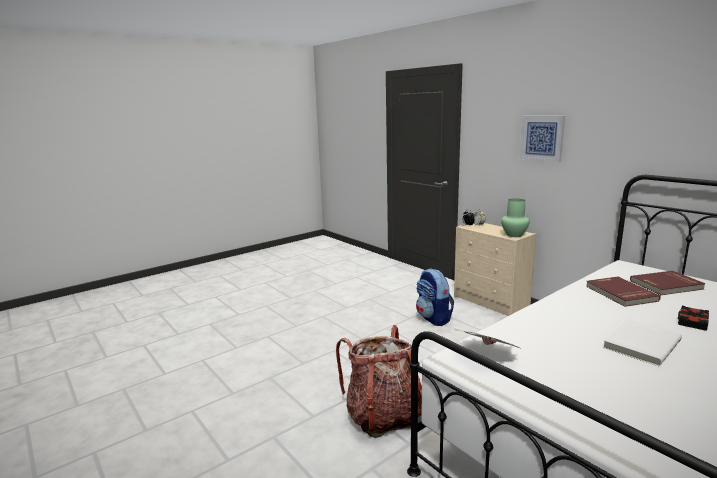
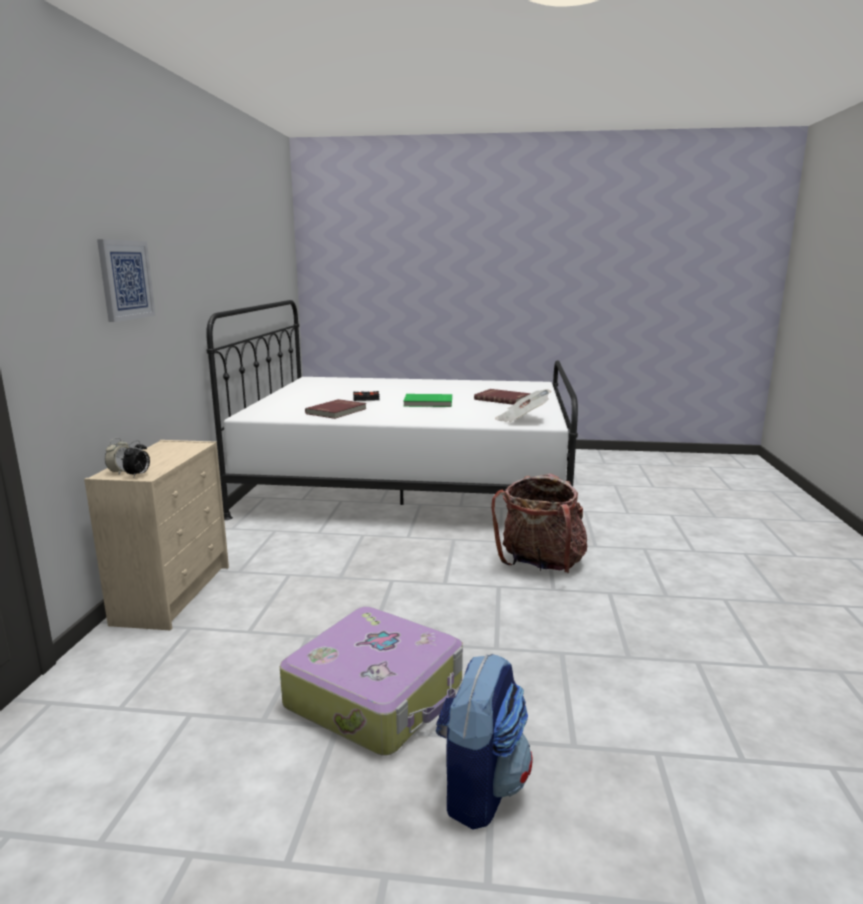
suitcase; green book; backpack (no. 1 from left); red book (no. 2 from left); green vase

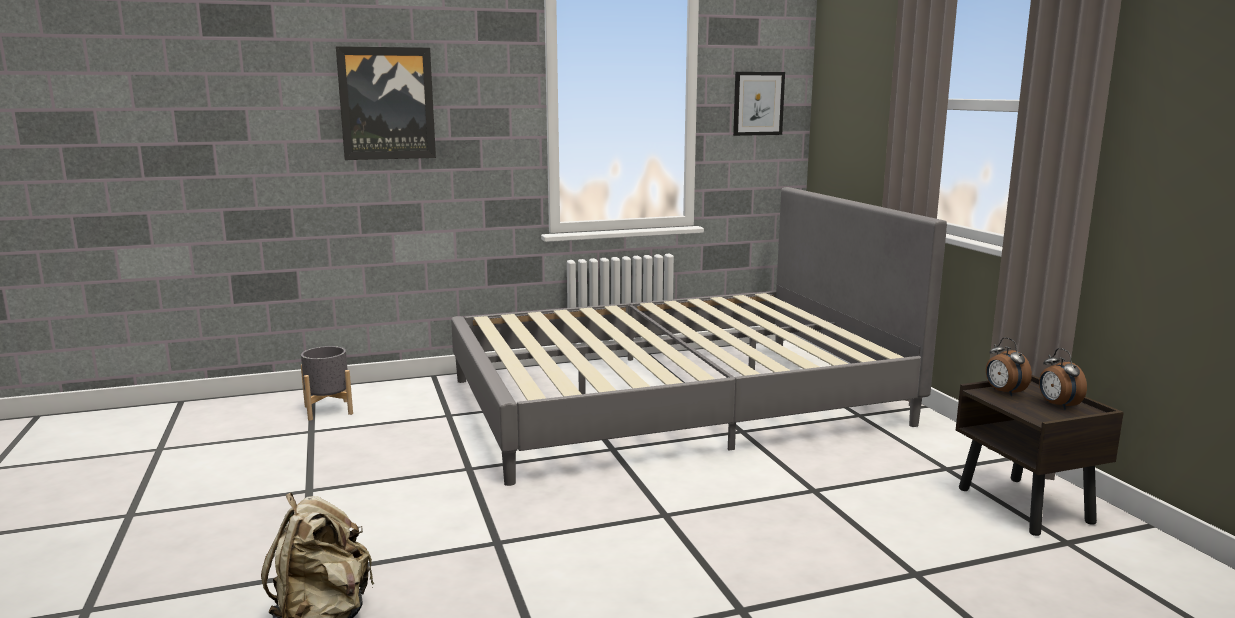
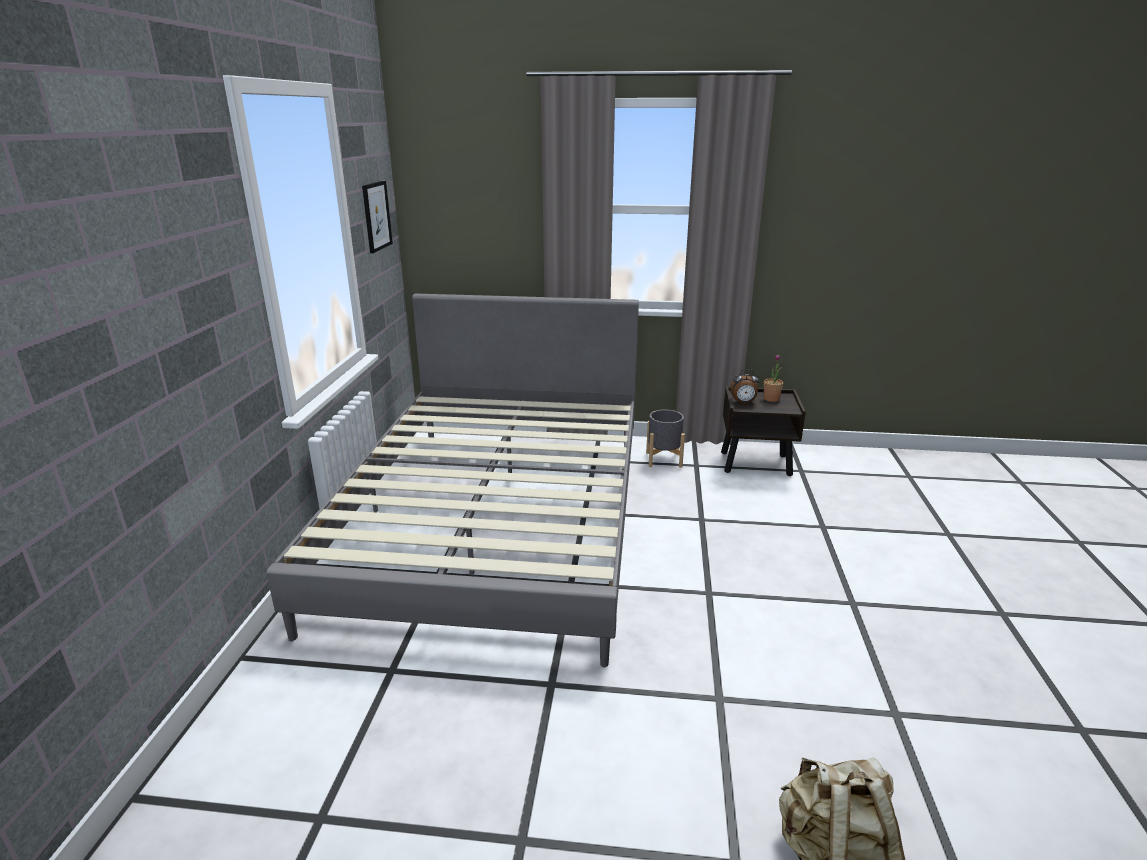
grey planter; potted plant; picture (no. 1 from left in the first image)

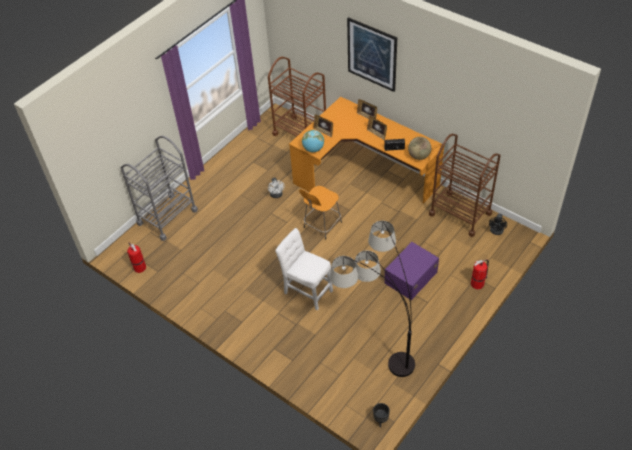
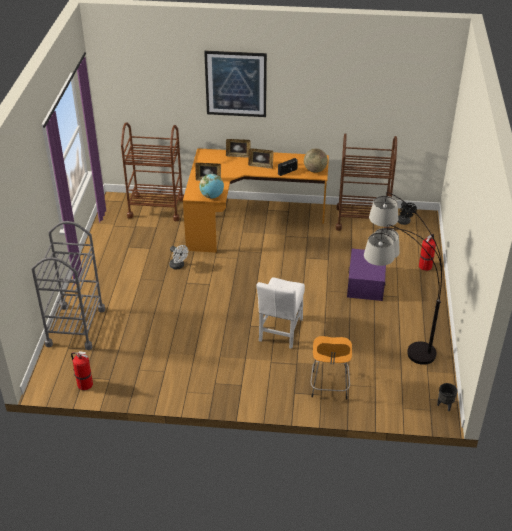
white chair; orange stool

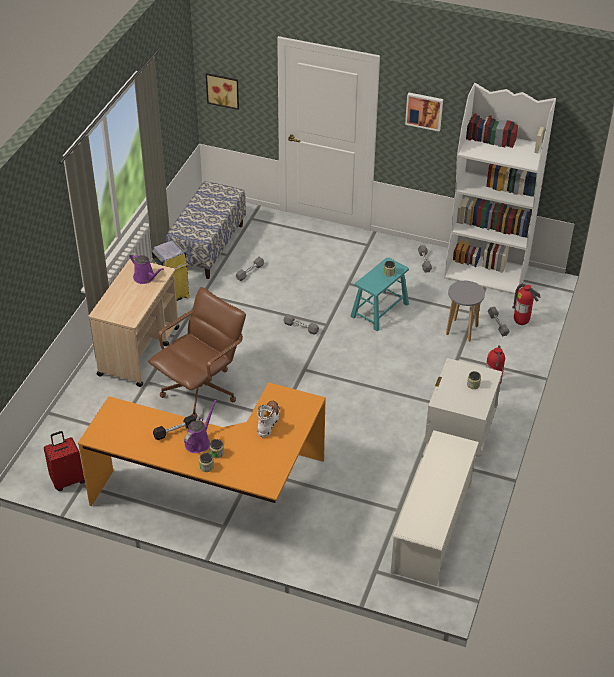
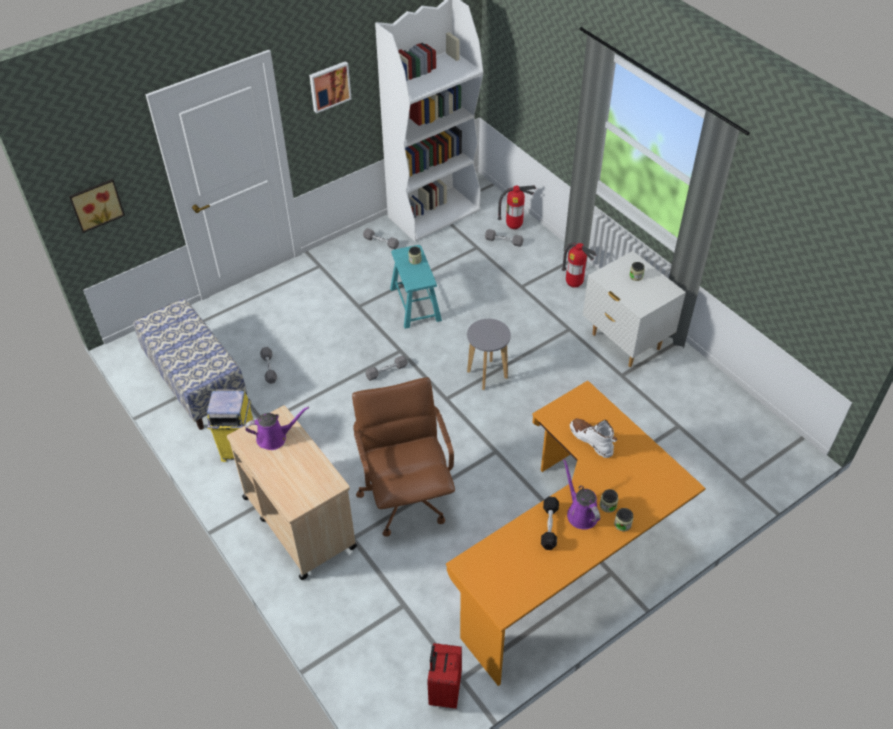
grey stool; white shoe rack

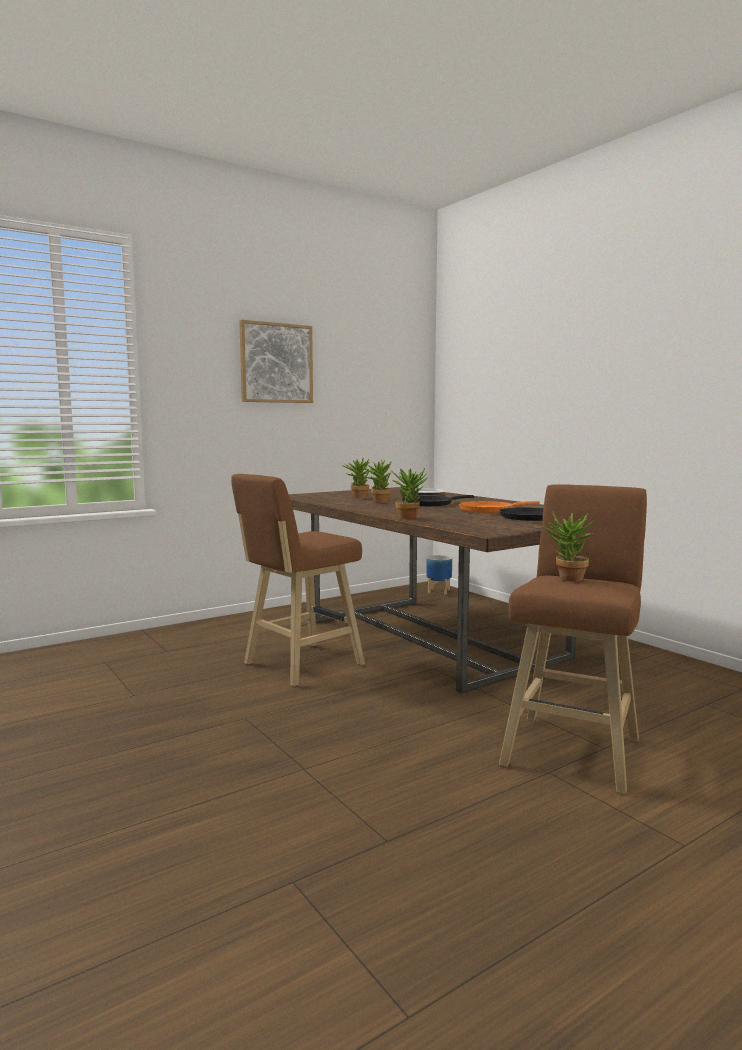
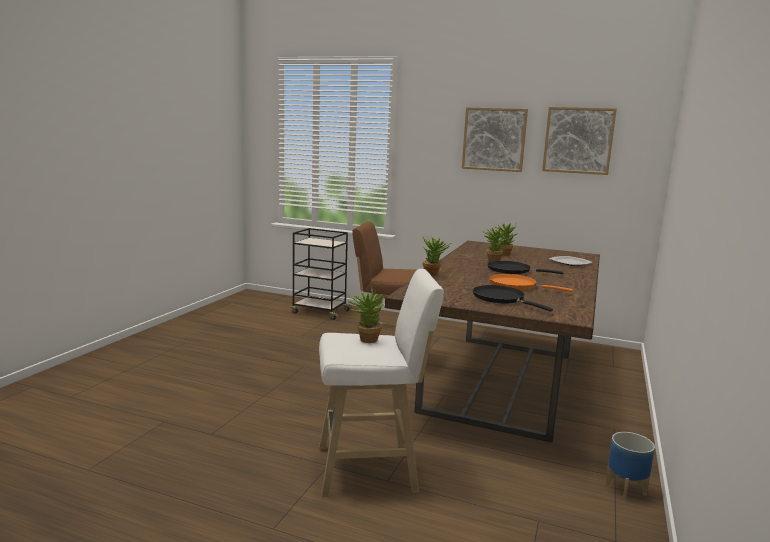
black cart; white stool; picture (no. 2 from left); planter

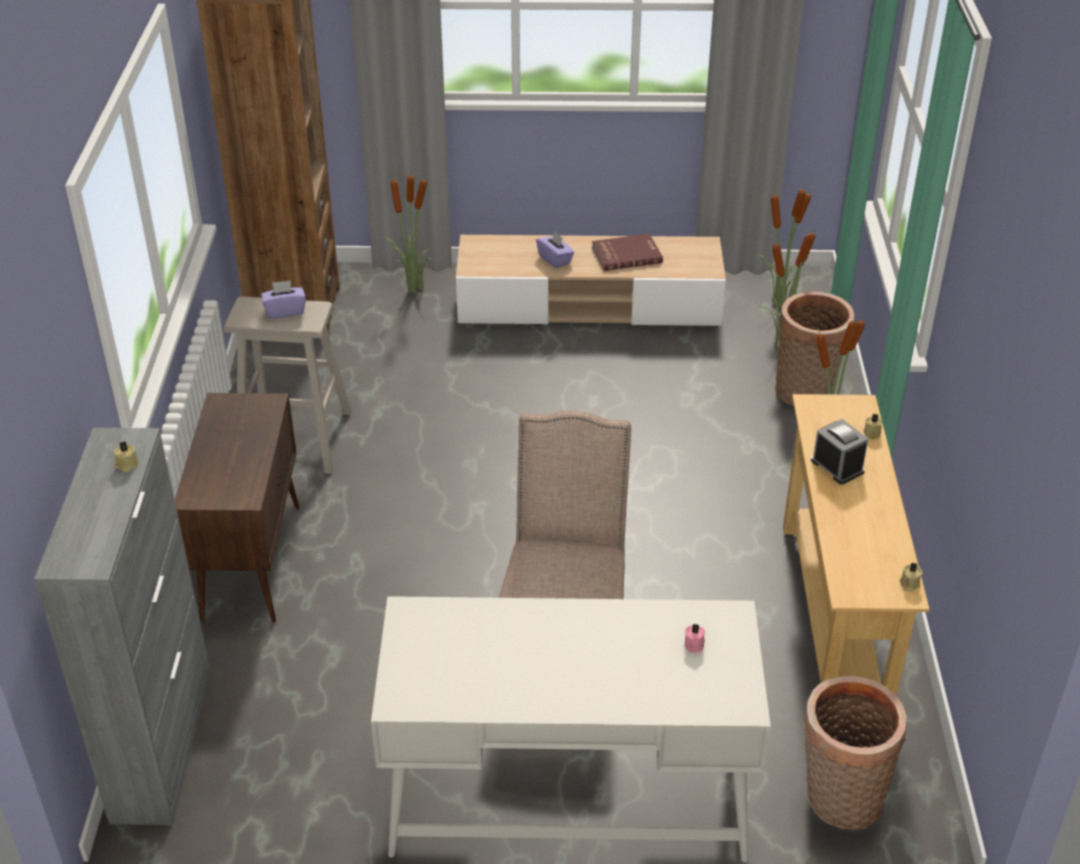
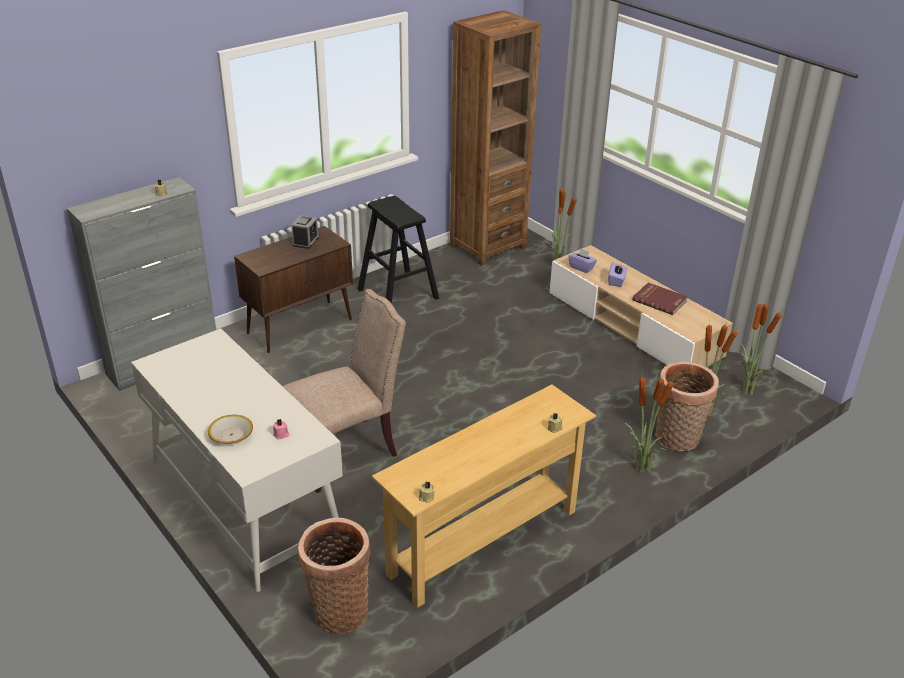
bowl; alarm clock; black stool; purple tissue box (no. 1 from left)

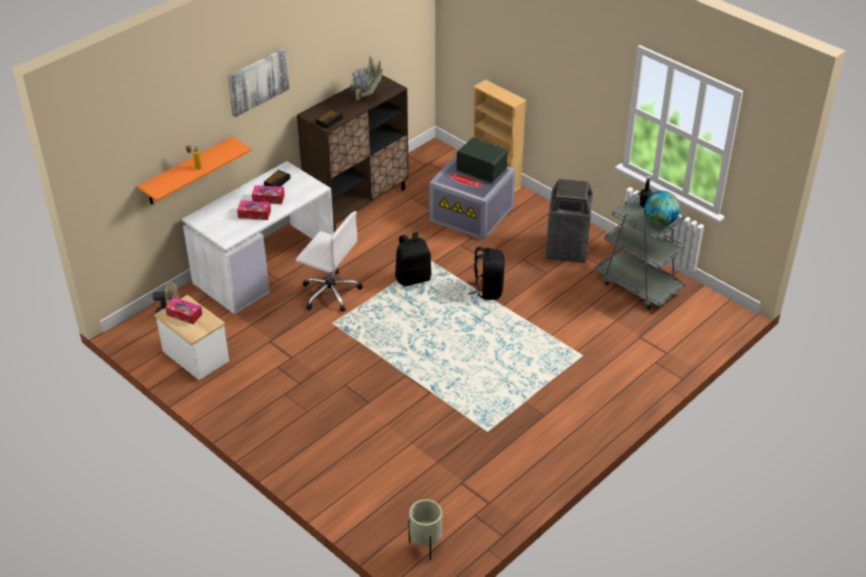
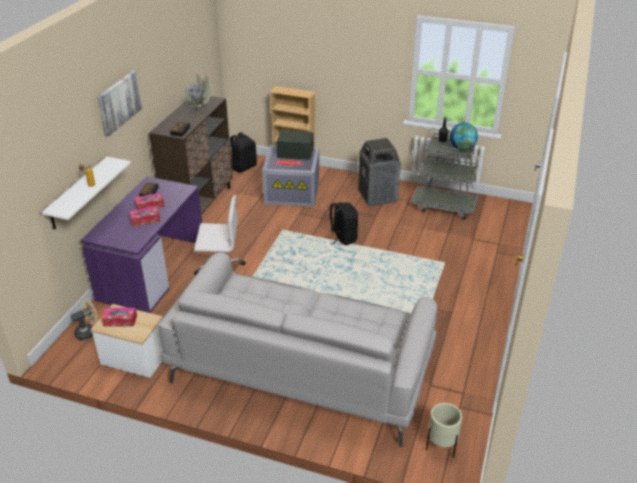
white shelf; purple desk; grey sofa; black backpack (no. 1 from left)

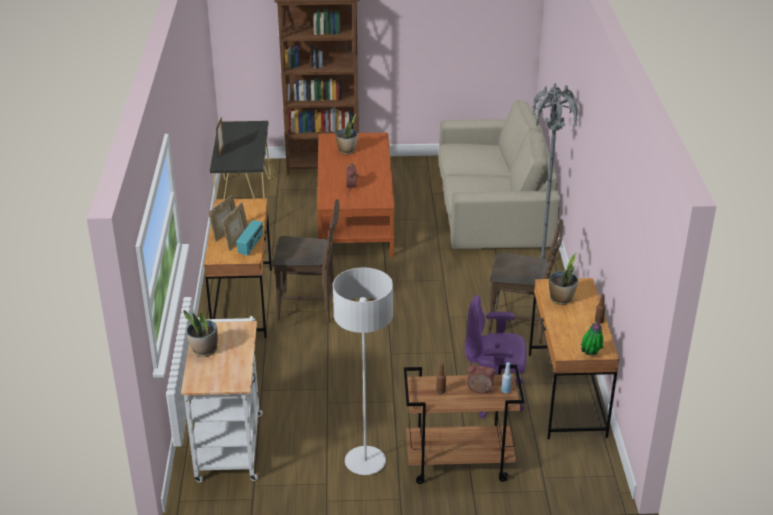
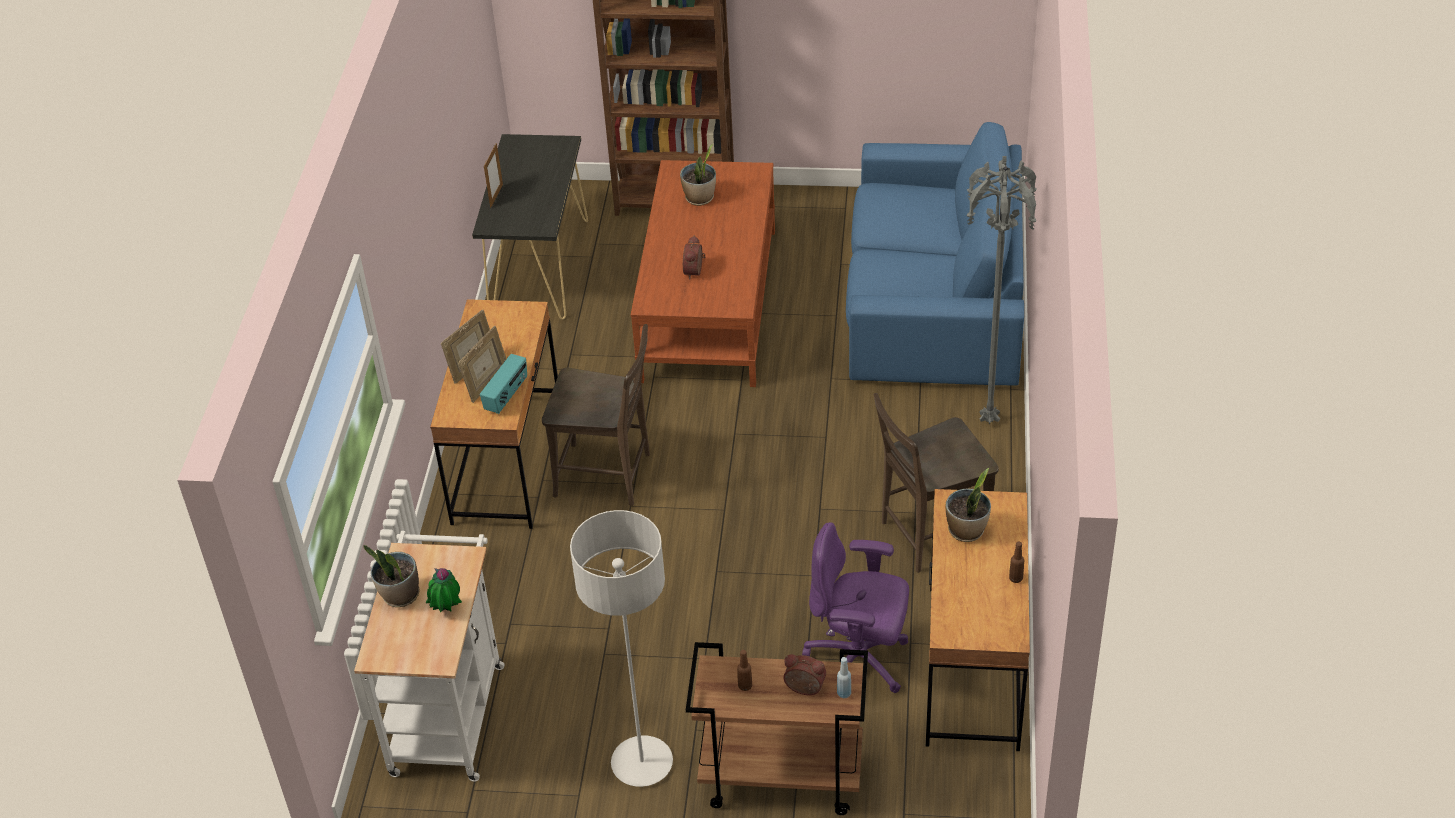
potted plant (no. 2 from left); blue sofa; brown chair (no. 2 from left)

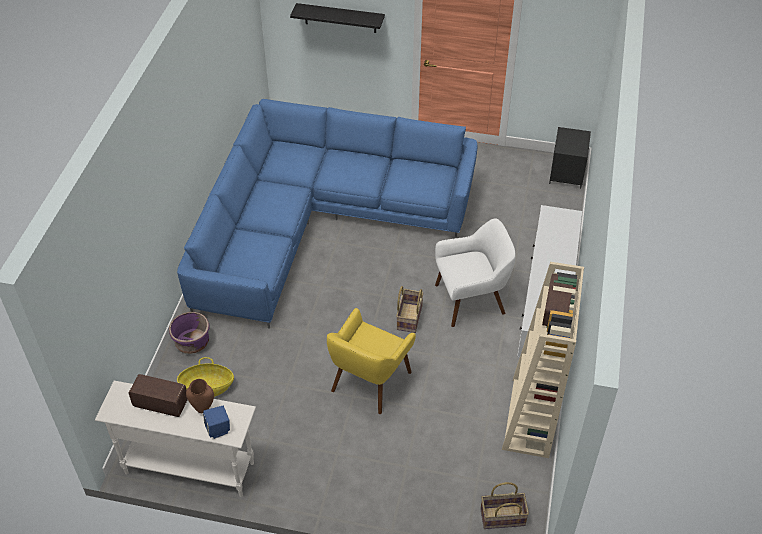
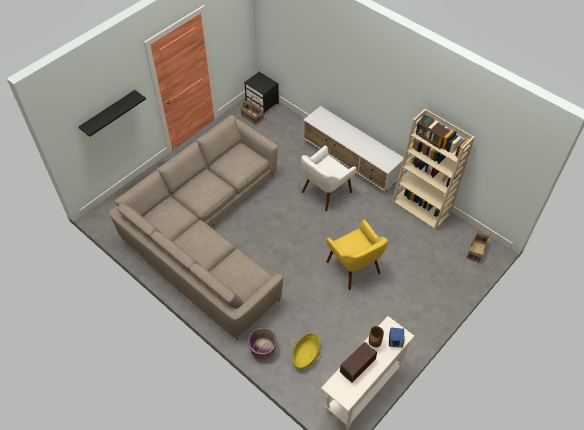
beige sofa; basket (no. 1 from left); white armchair

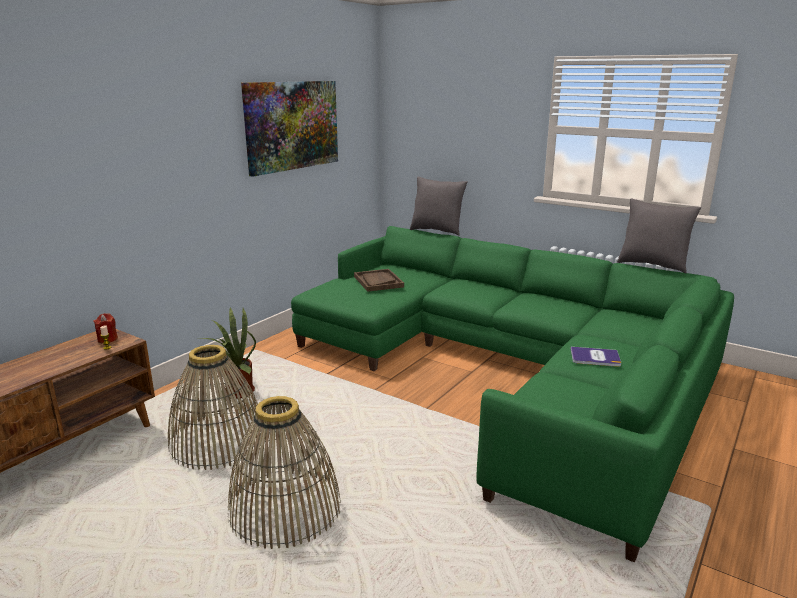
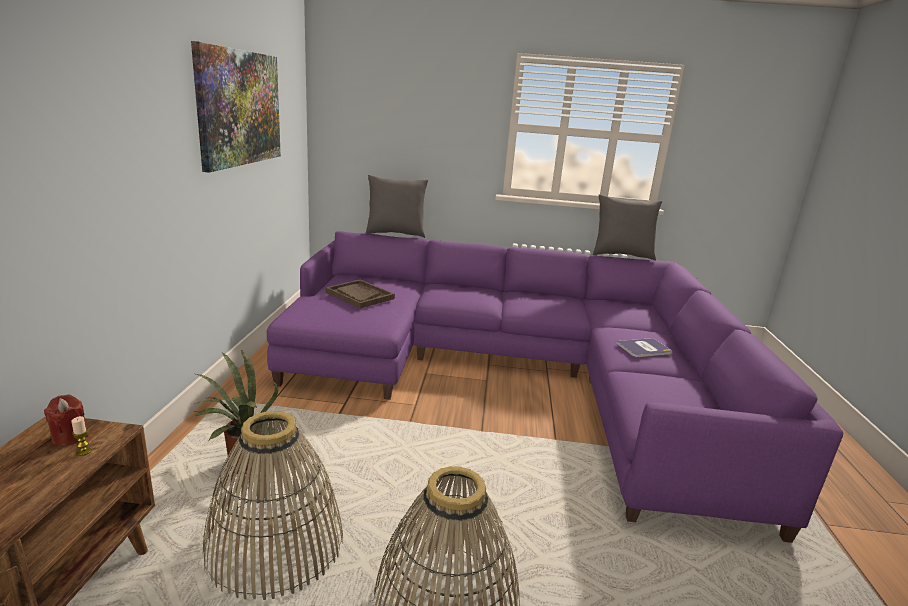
purple sofa

